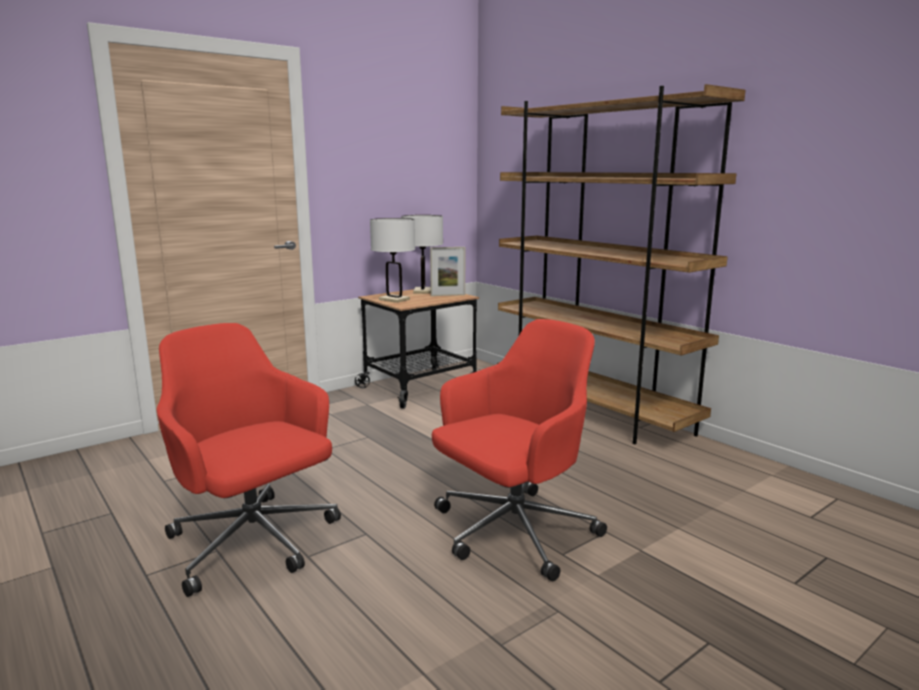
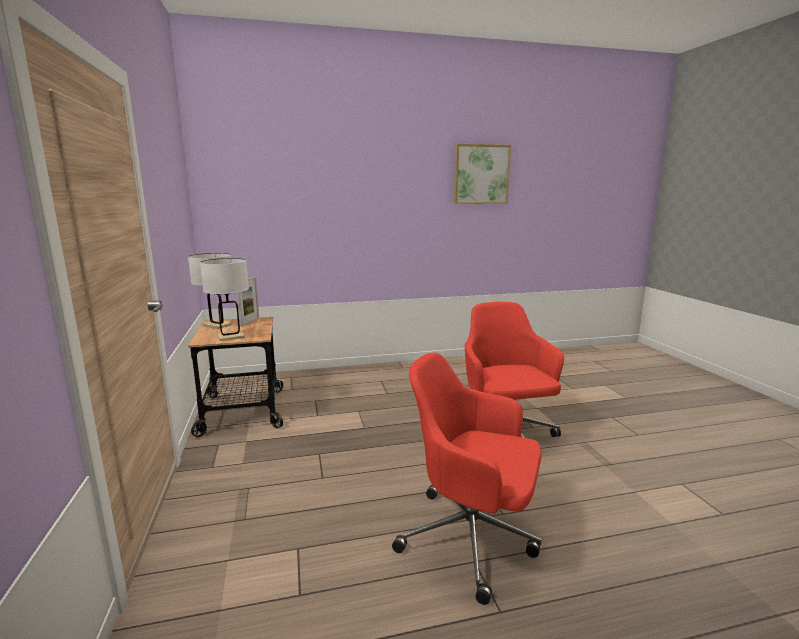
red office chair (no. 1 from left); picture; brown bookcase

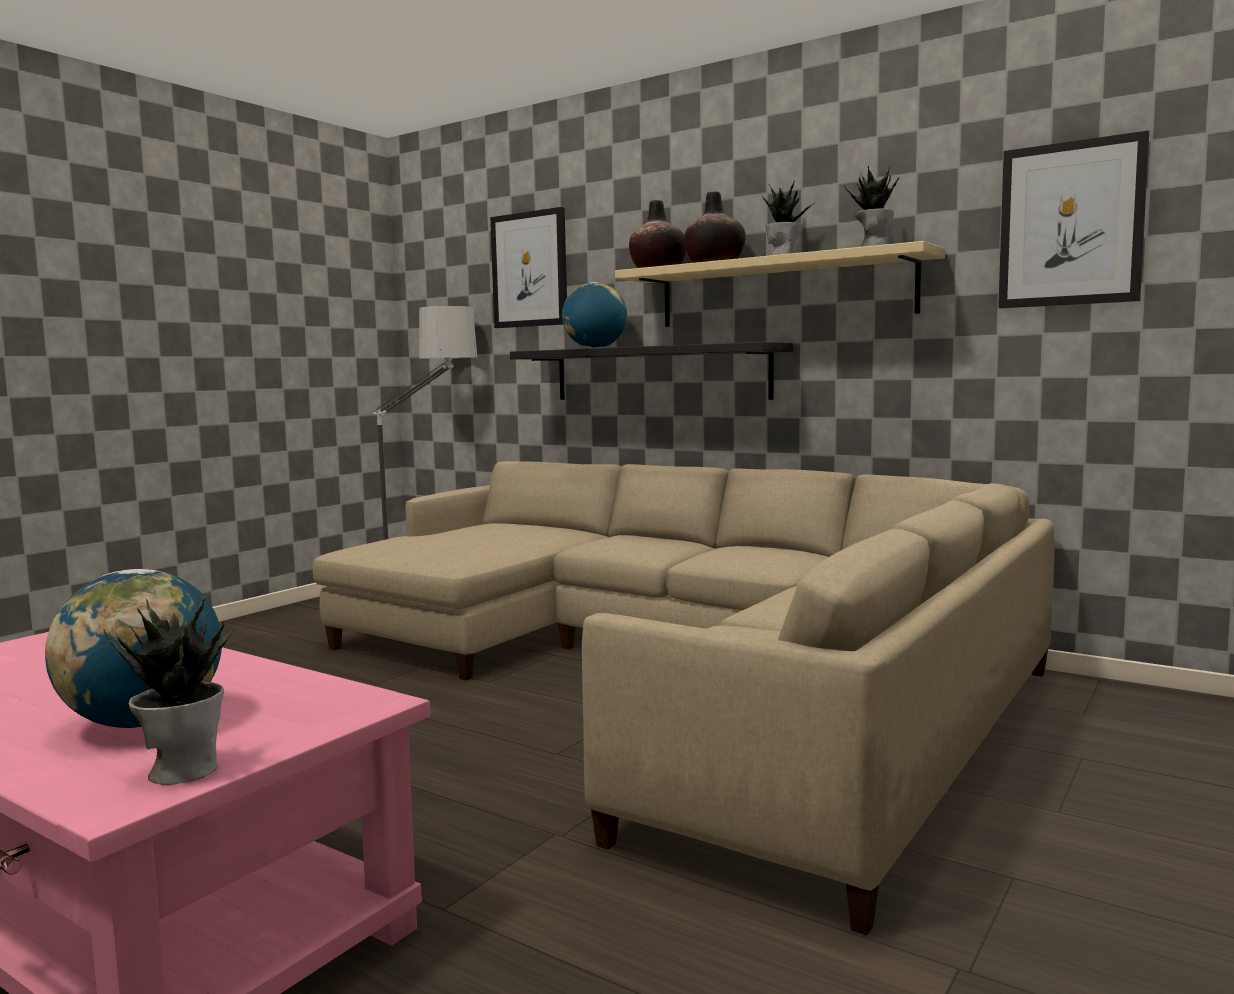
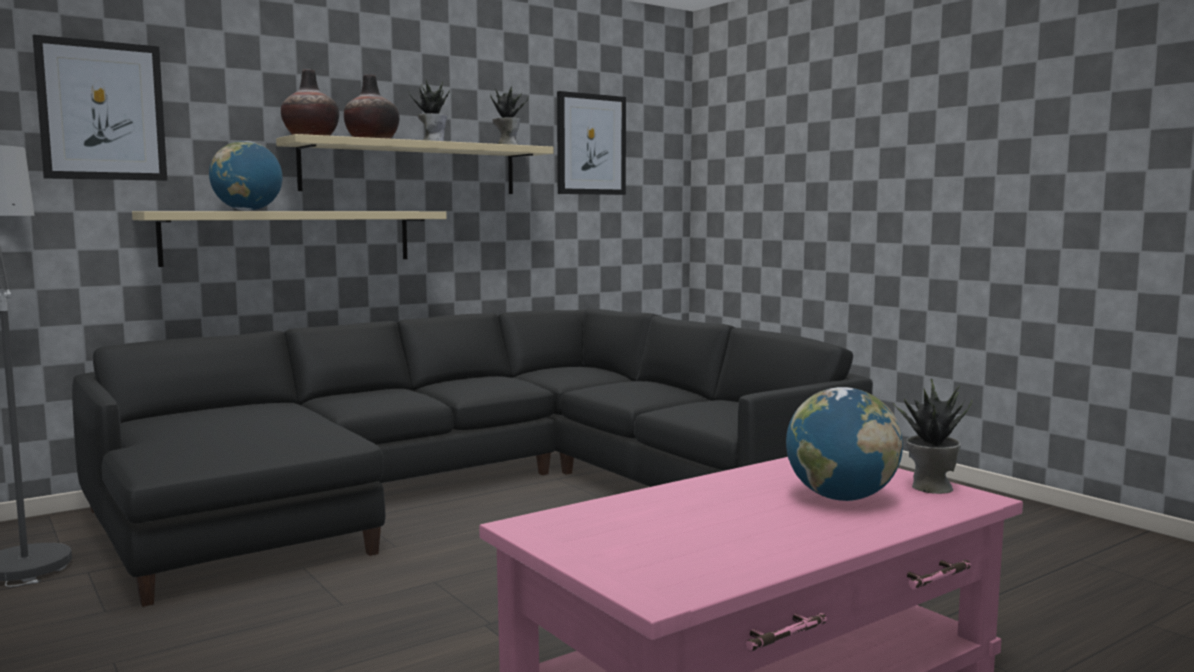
black sofa; beige shelf (no. 1 from left)

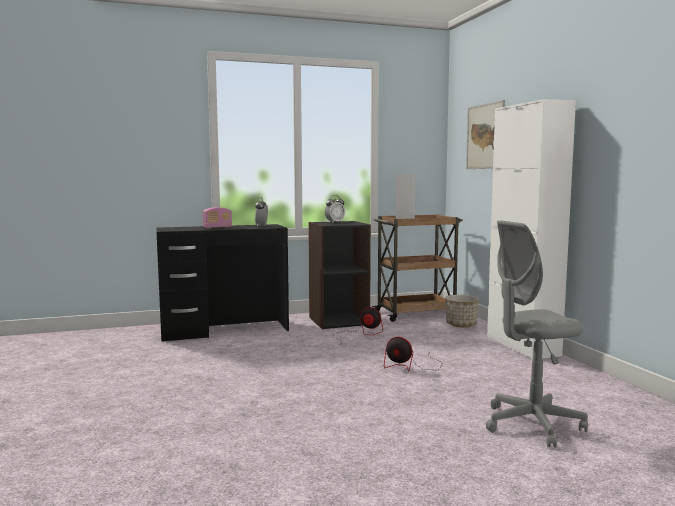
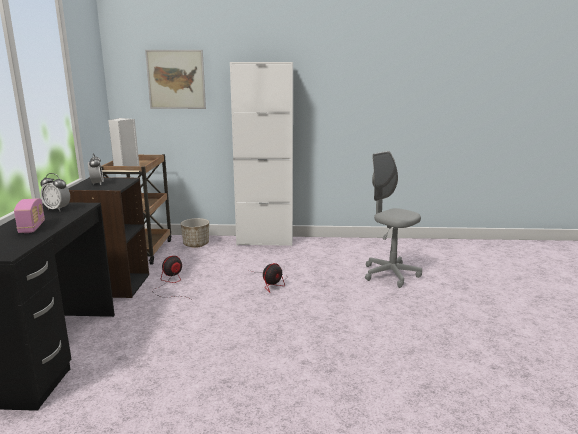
grey office chair

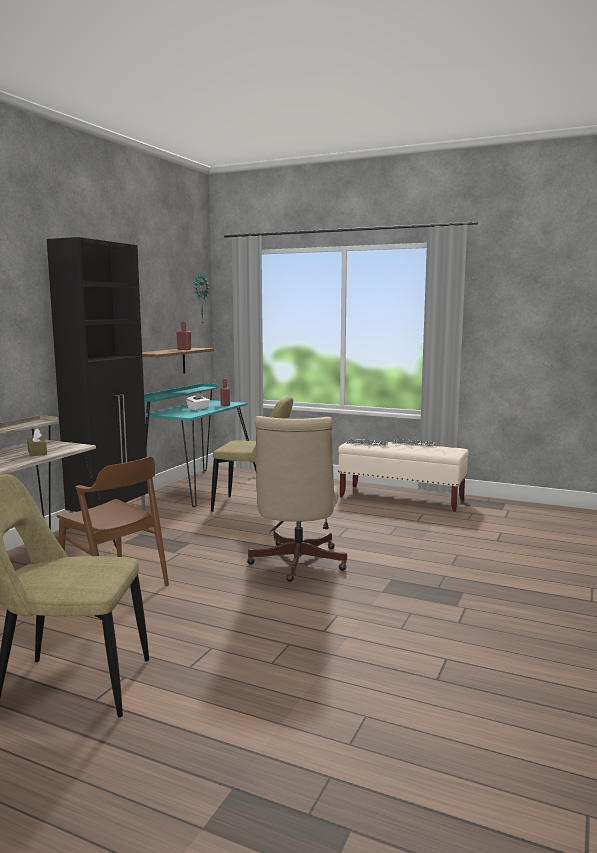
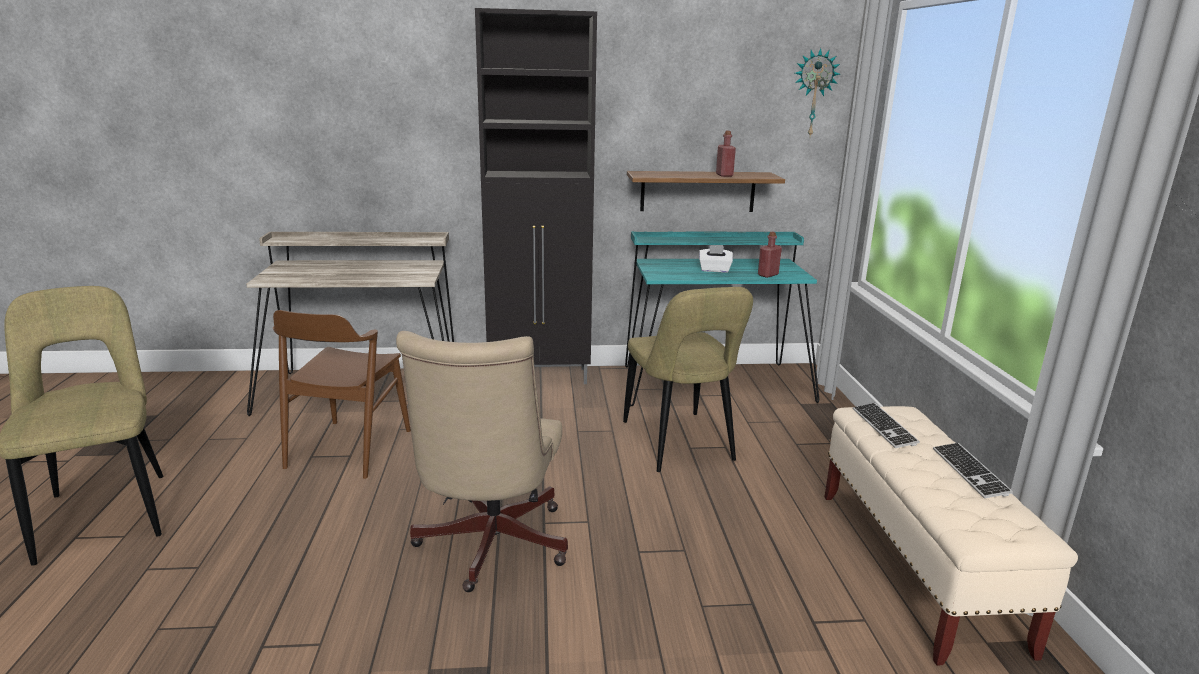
beige office chair; brown tissue box

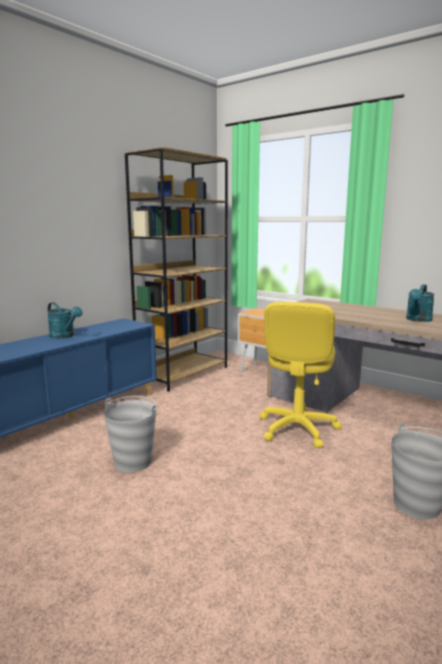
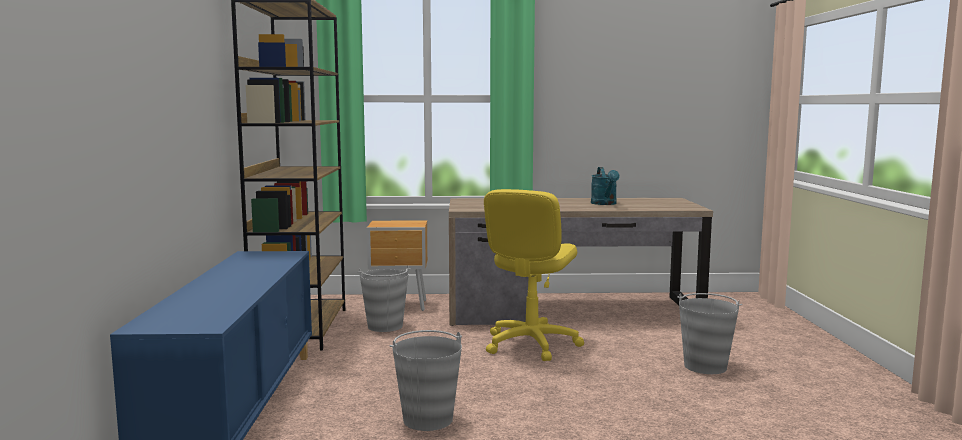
grey bucket (no. 1 from left); yellow office chair; turquoise watering can (no. 1 from left in the first image)

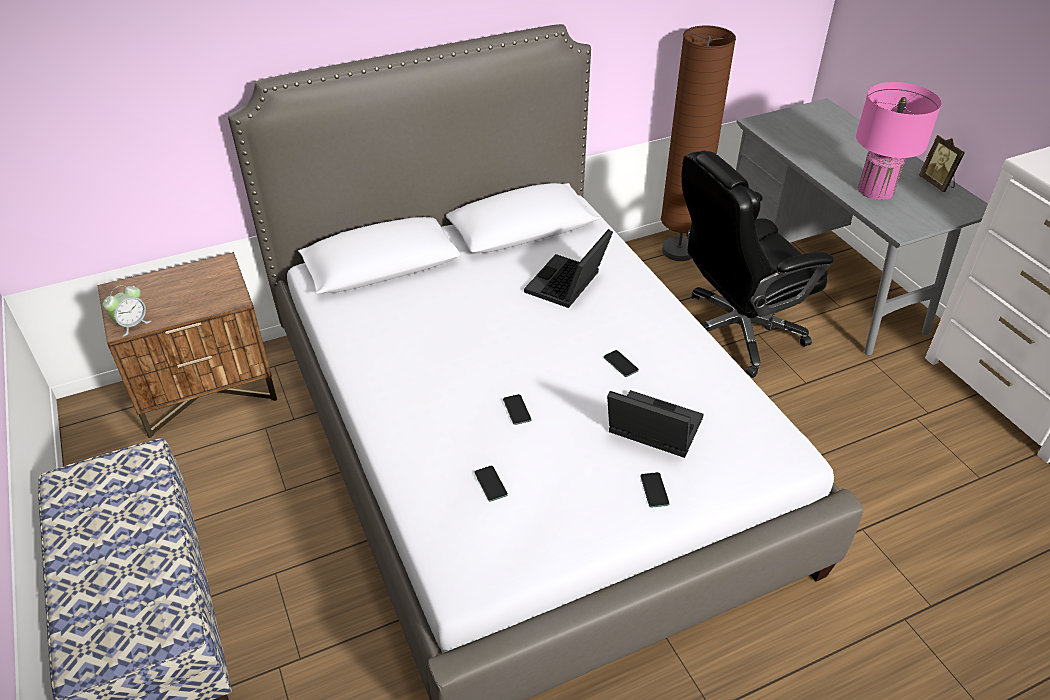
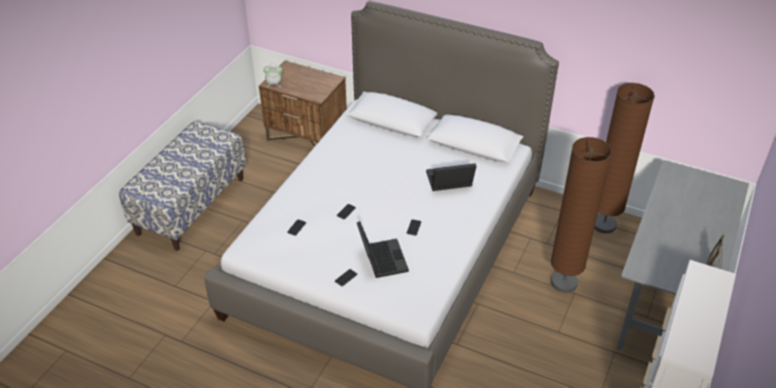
brown floor lamp (no. 1 from left); pink table lamp

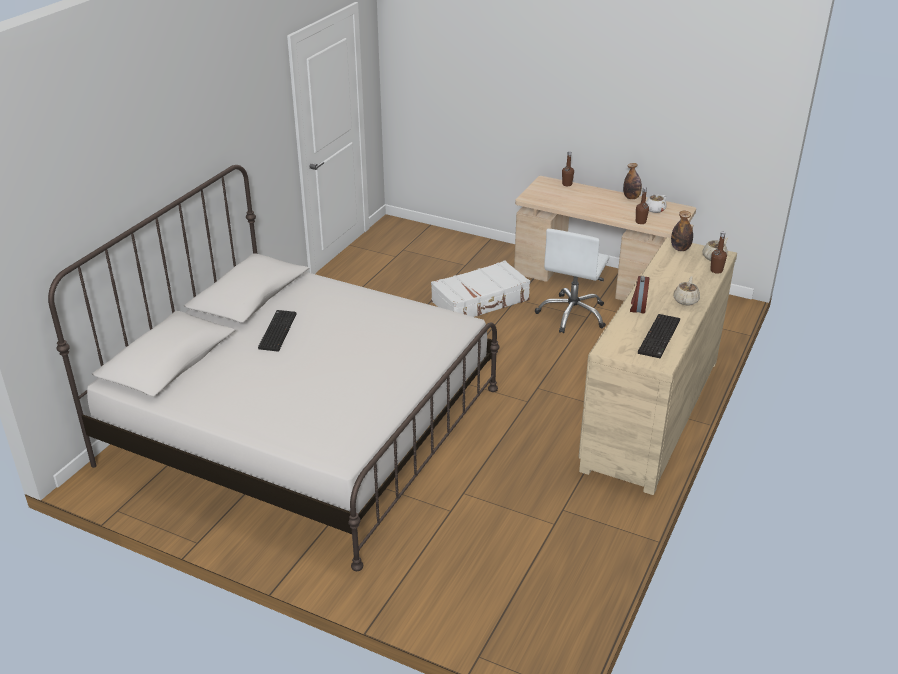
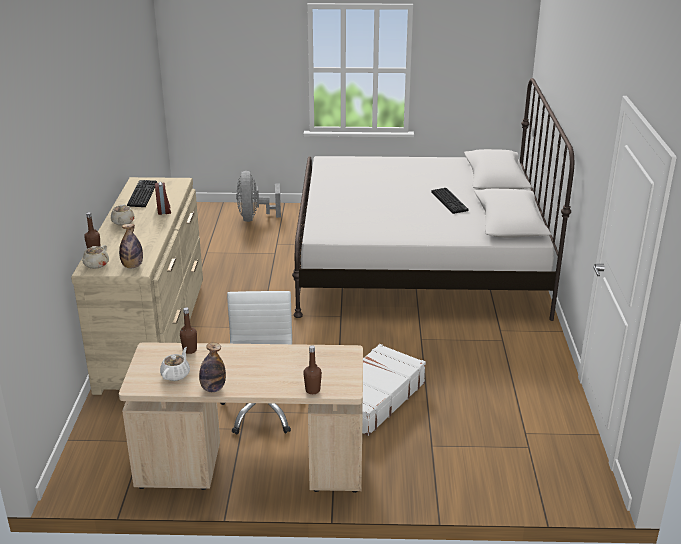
grey fan

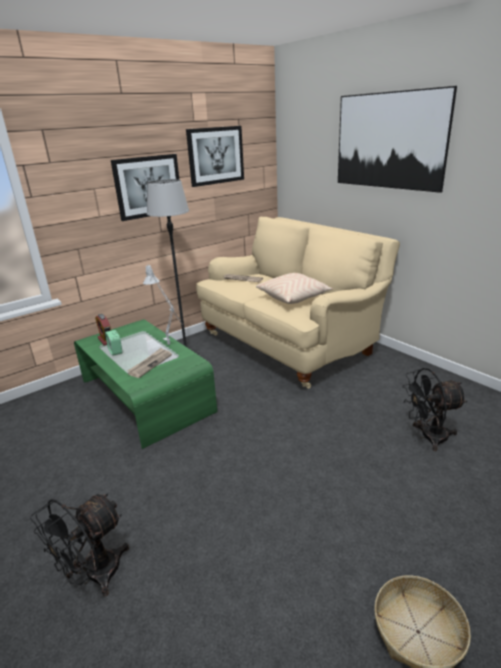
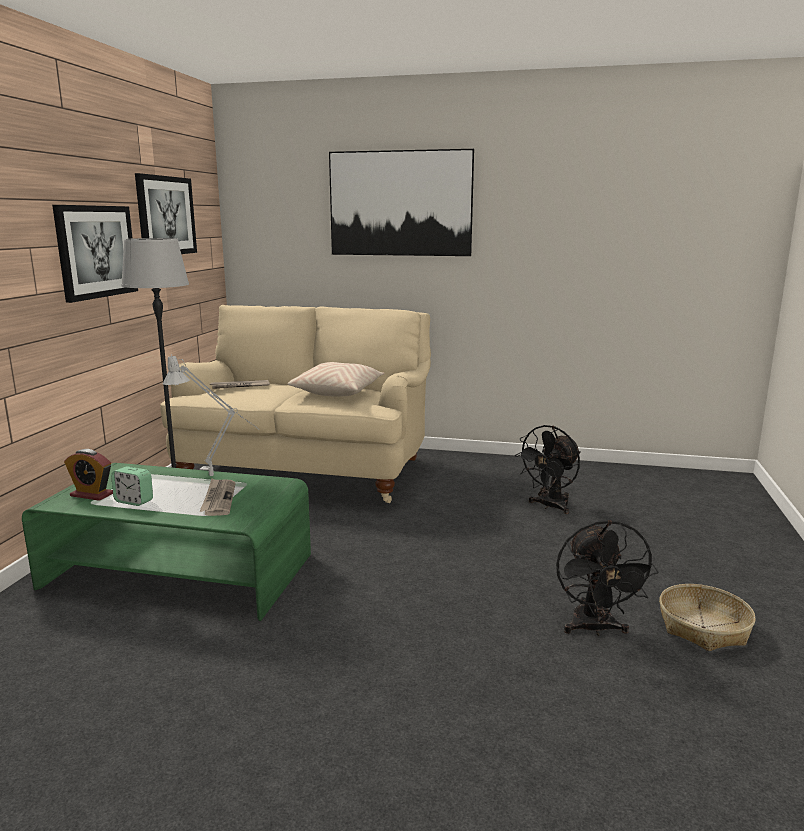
black fan (no. 2 from left)

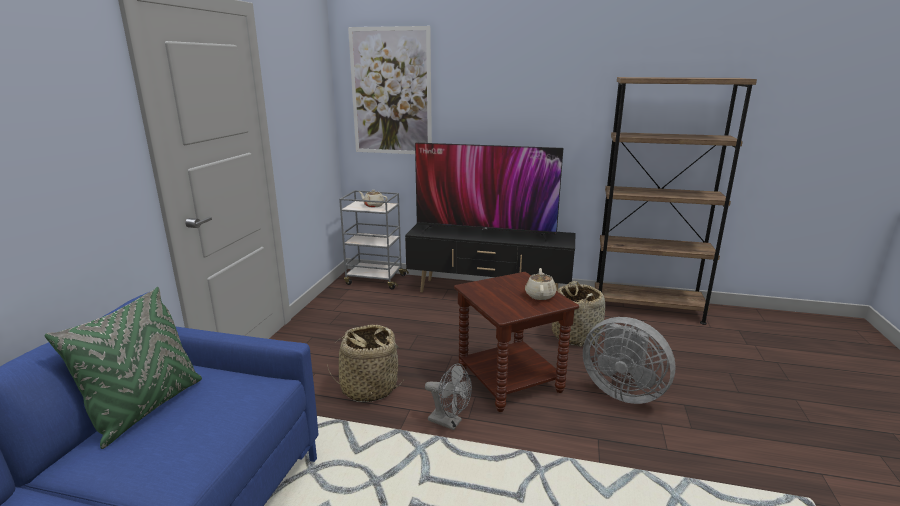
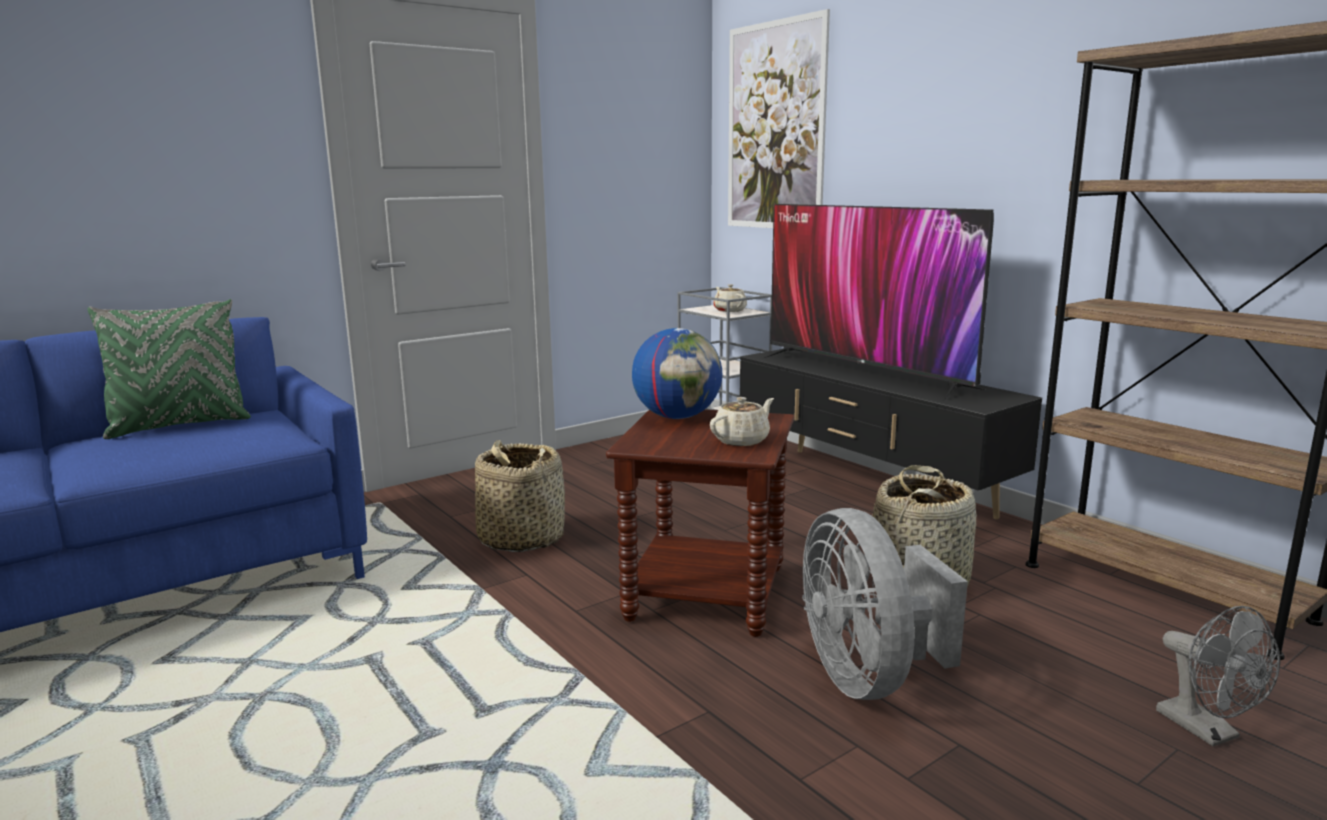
globe; grey fan (no. 2 from left)

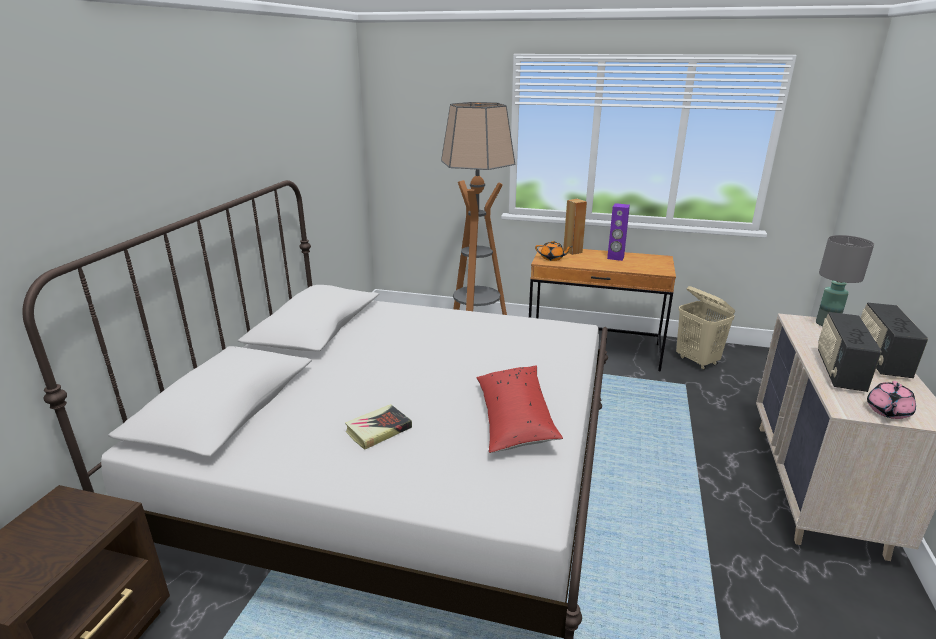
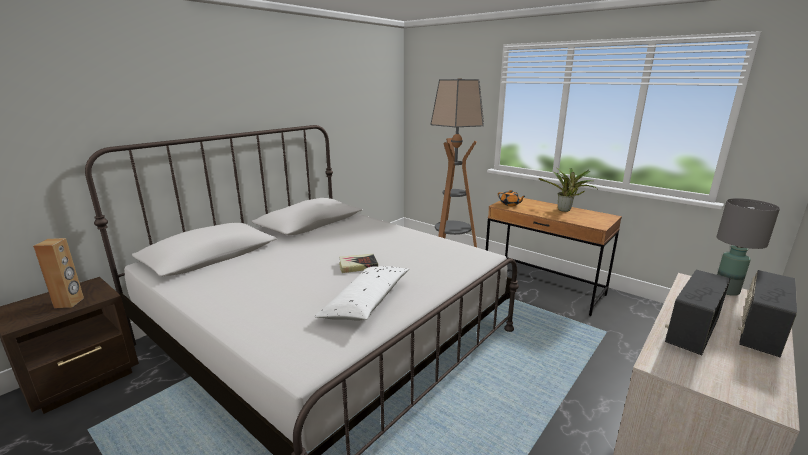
brown speaker; white pillow; book; potted plant; beige laundry basket; pink teapot

